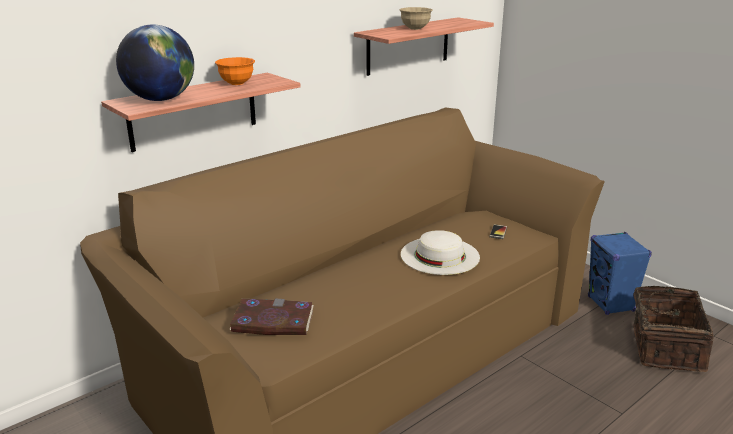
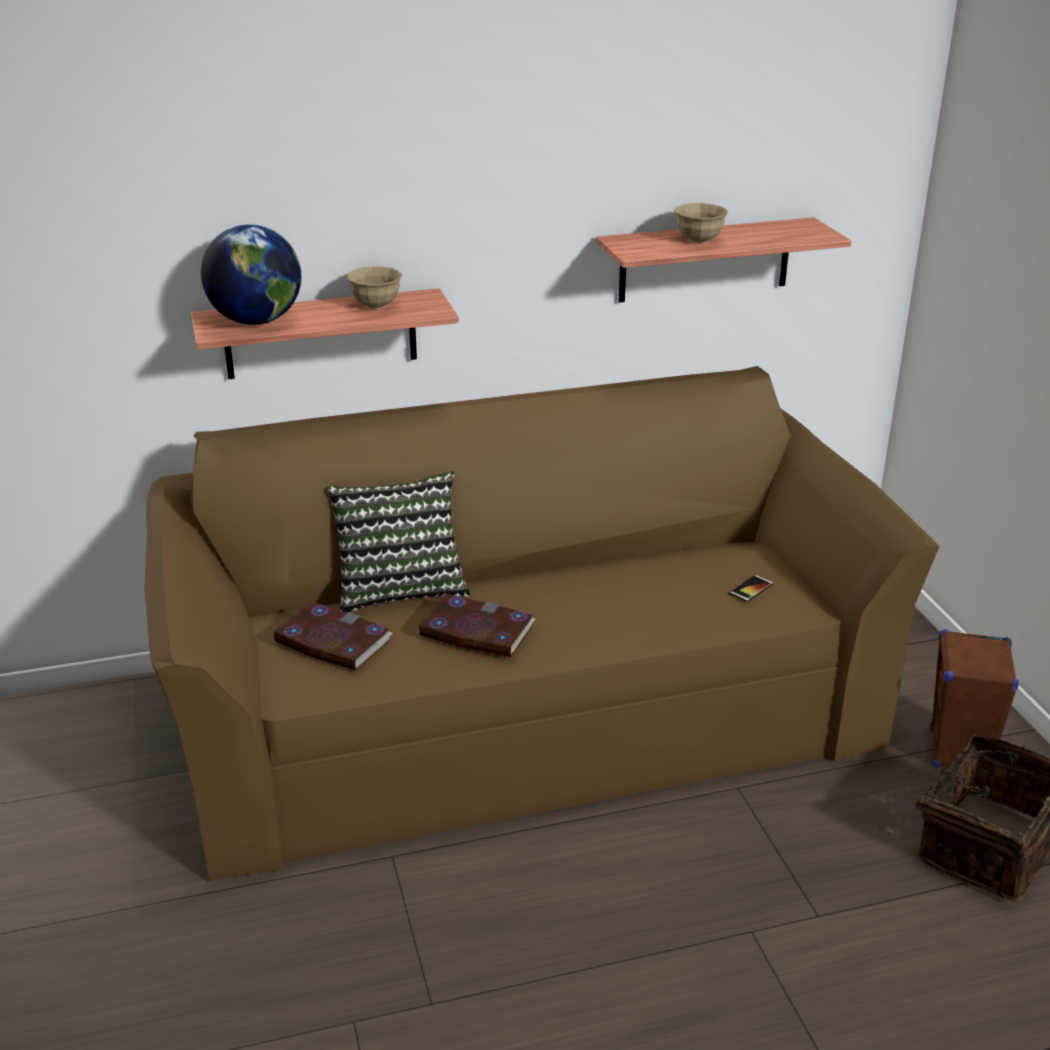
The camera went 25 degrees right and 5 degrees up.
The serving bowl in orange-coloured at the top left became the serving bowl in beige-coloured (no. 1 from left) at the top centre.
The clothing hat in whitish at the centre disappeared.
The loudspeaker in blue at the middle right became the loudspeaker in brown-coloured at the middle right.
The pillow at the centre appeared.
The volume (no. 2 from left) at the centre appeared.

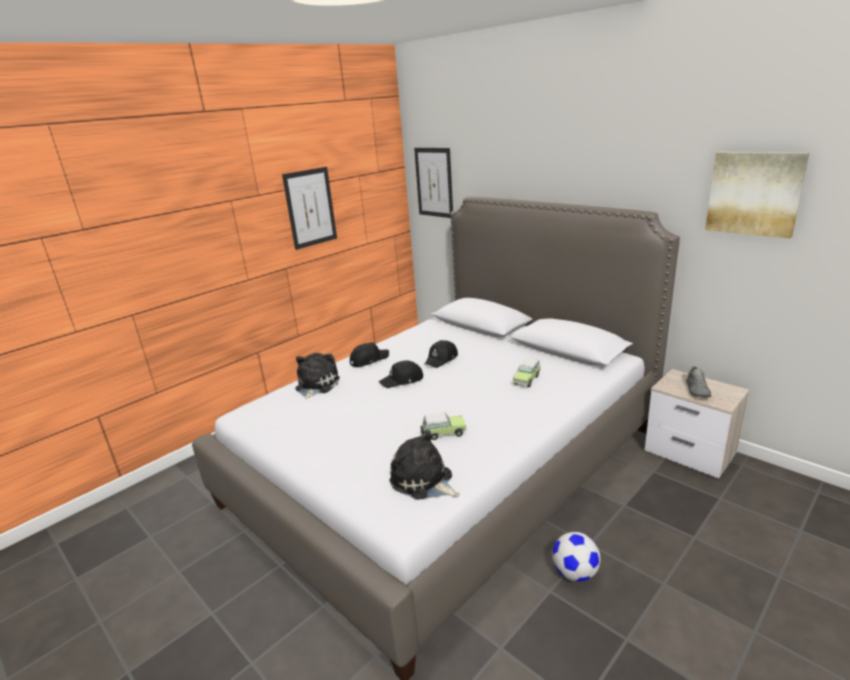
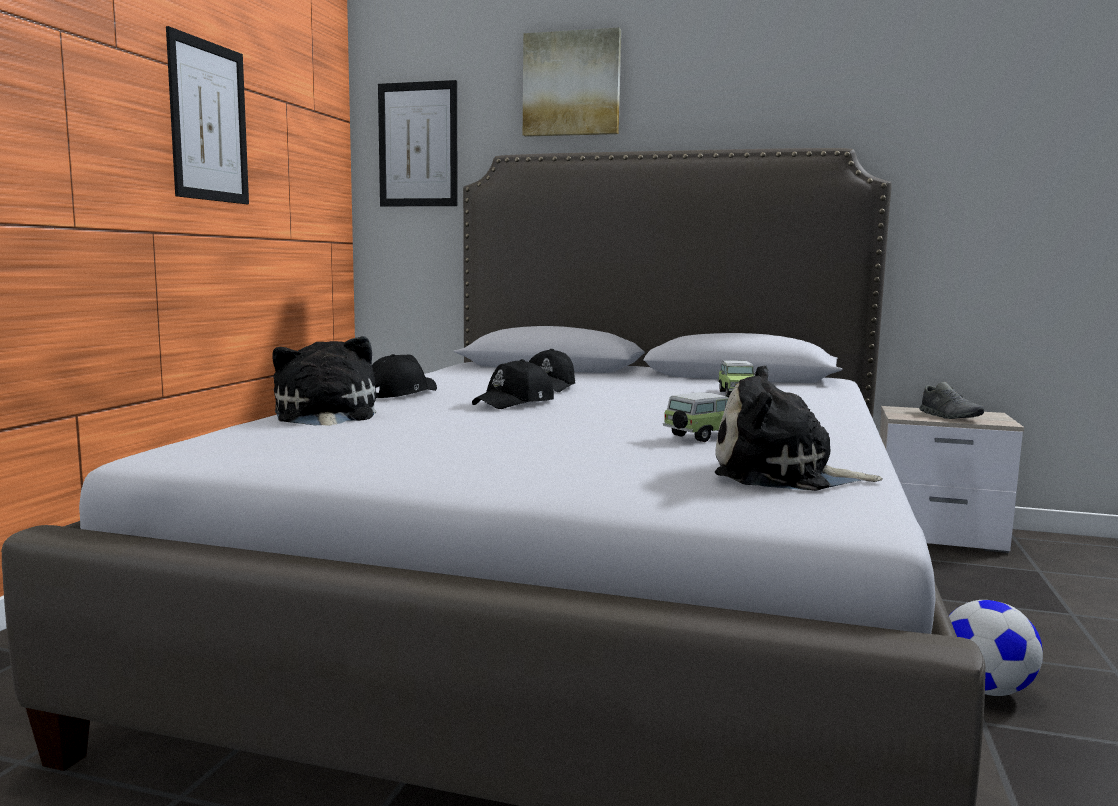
The camera went 30 degrees left and 15 degrees down.
The wall art (no. 3 from left) moved from the top right to the top centre.

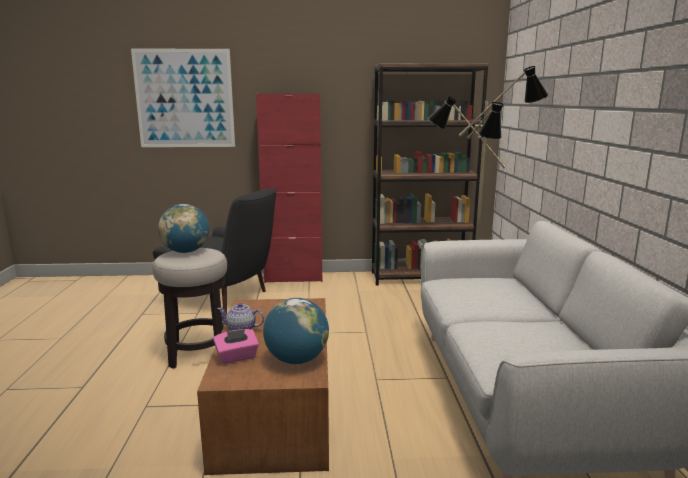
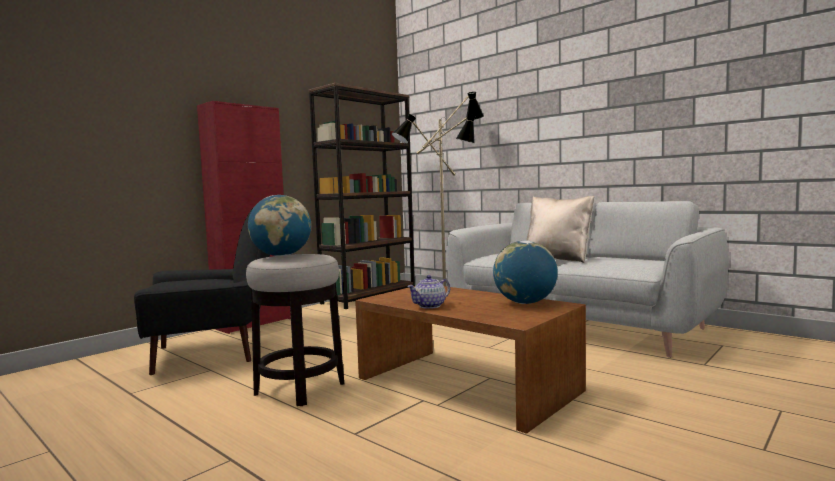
The camera went 45 degrees left and 10 degrees down.
The wall art at the top left disappeared.
The tissue box in pink-coloured at the bottom centre disappeared.
The pillow in beige-coloured at the middle right appeared.

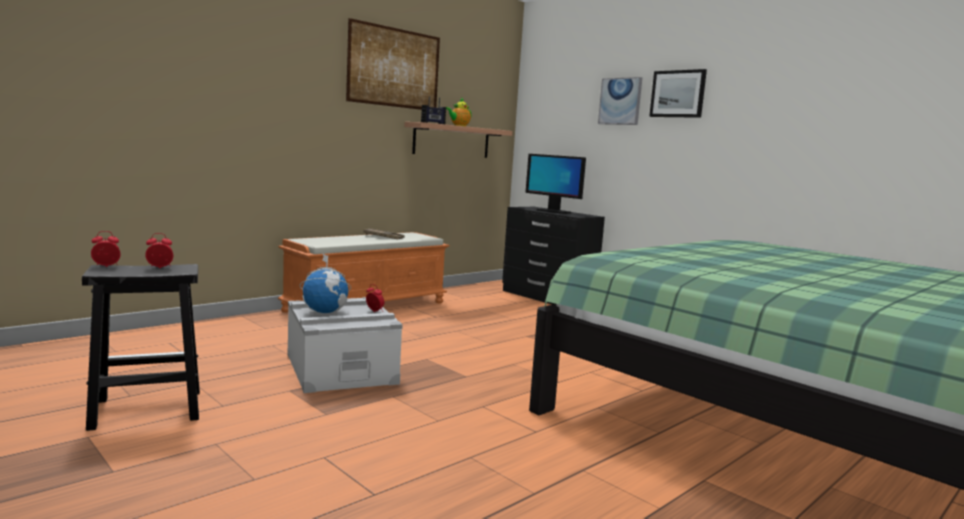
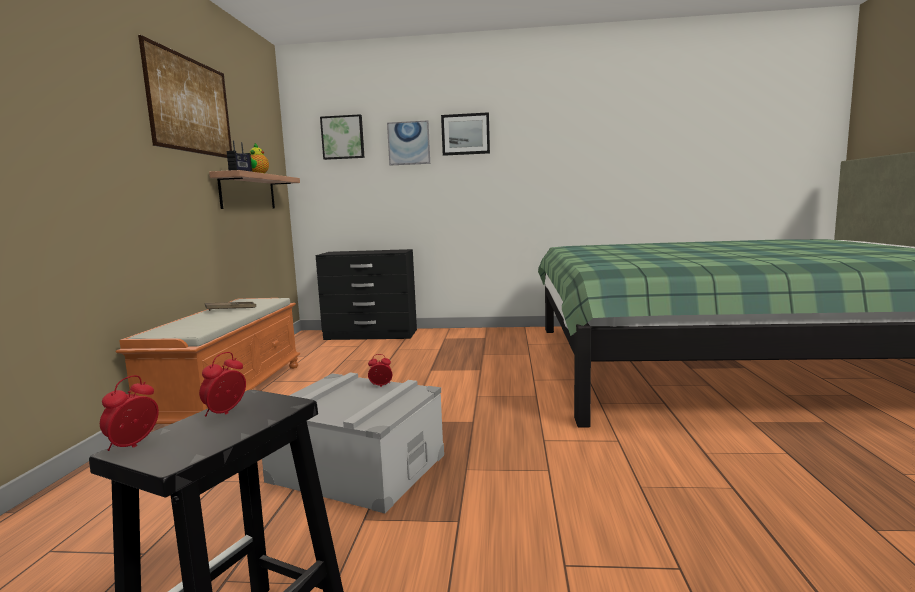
The camera went 40 degrees left and 0 degrees up.
The world globe at the centre disappeared.
The monitor at the centre disappeared.
The wall art (no. 2 from left) at the top centre appeared.

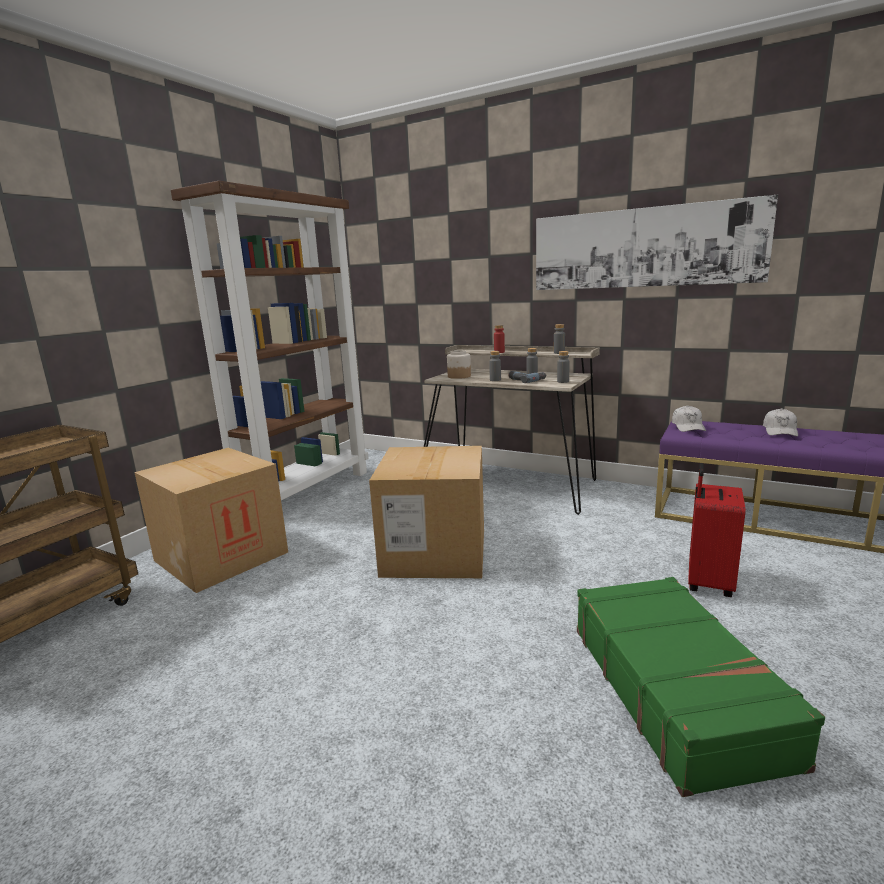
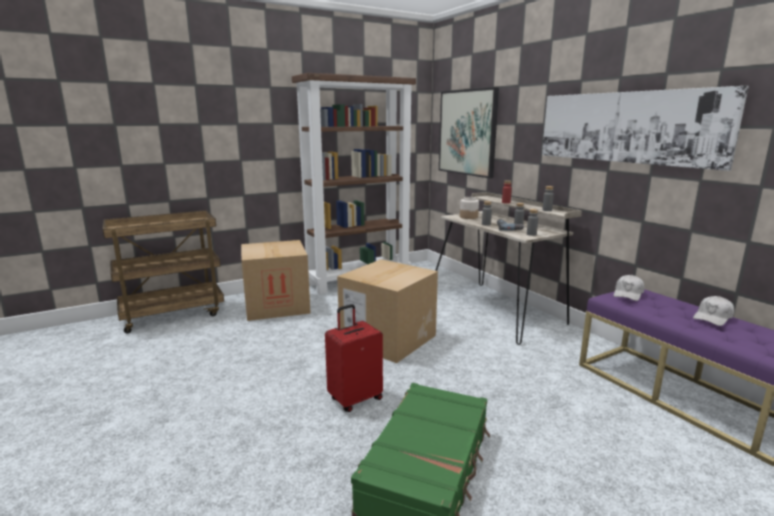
The camera went 30 degrees right and 0 degrees up.
The piece of luggage in red-coloured moved from the middle right to the bottom centre.
The wall art (no. 1 from left) at the top centre appeared.

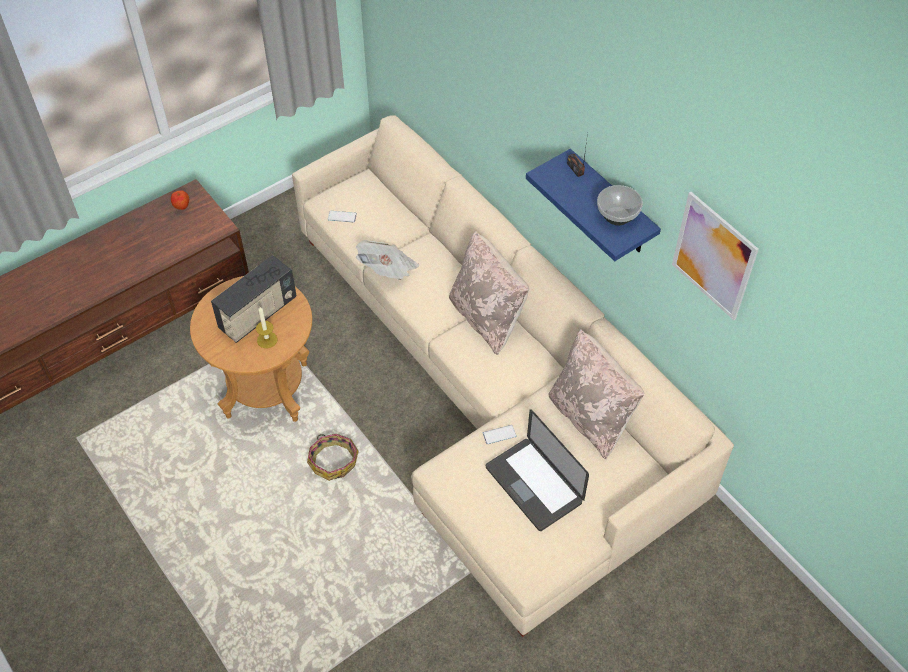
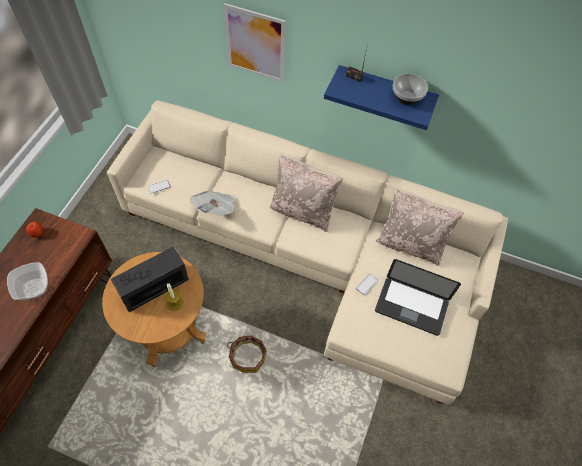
The camera went 35 degrees left and 5 degrees up.
The radio (no. 1 from left) at the middle left turned 135 degrees counterclockwise.
The wall art moved from the middle right to the top centre.
The serving bowl (no. 1 from left) at the middle left appeared.

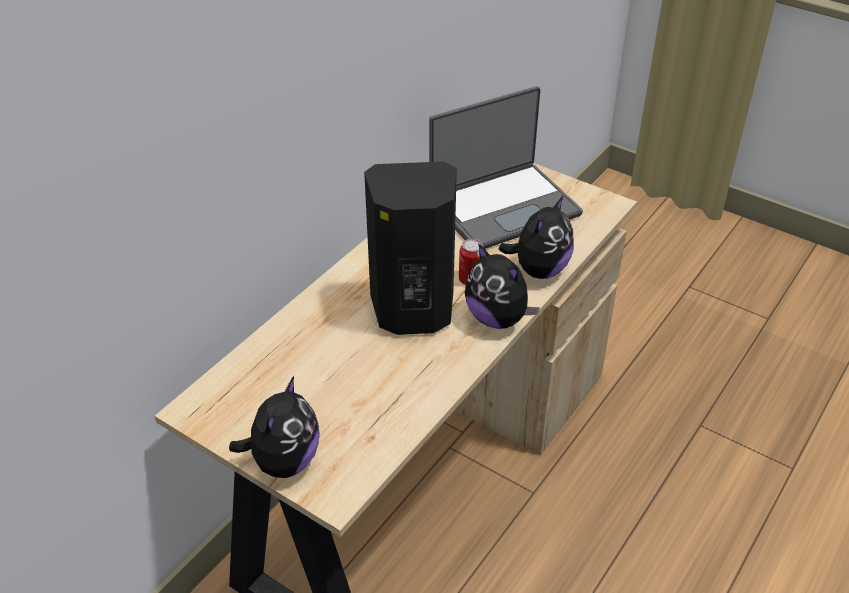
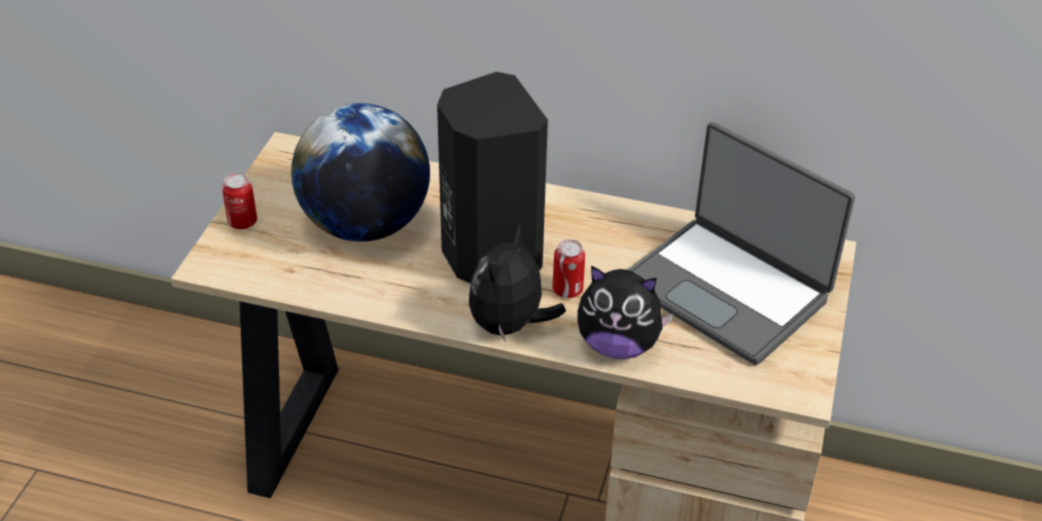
The camera went 70 degrees right and 0 degrees up.
The cuddly toy (no. 1 from left) at the bottom left was replaced by the can (no. 1 from left) at the middle left.
The world globe at the top centre appeared.

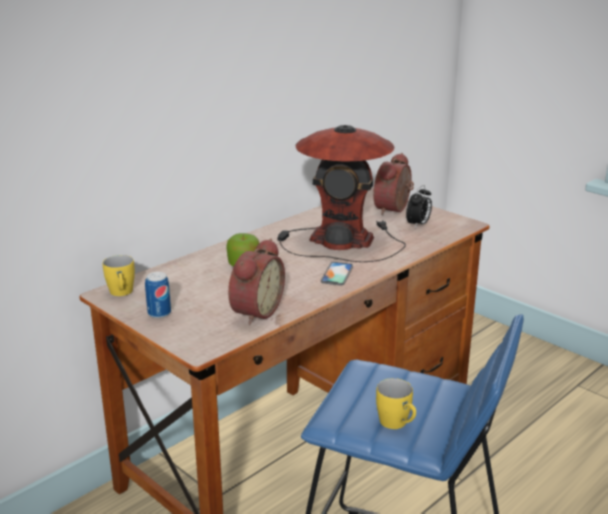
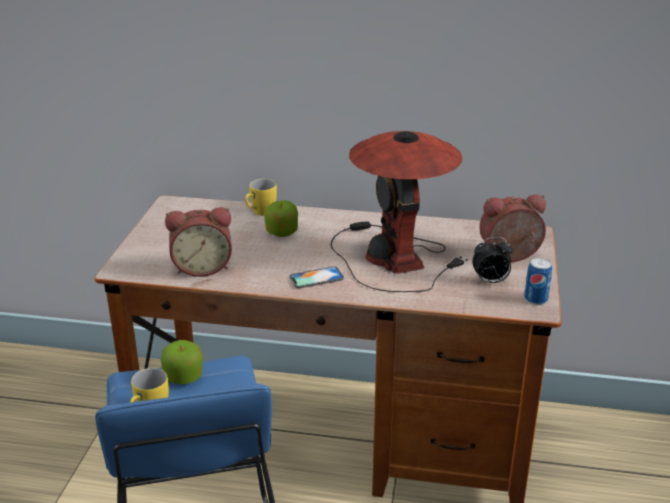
The camera went 55 degrees right and 5 degrees up.
The tea mug in yellow-coloured (no. 1 from left in the first image) moved from the middle left to the centre.
The can moved from the middle left to the middle right.
The apple (no. 1 from left) at the bottom left appeared.

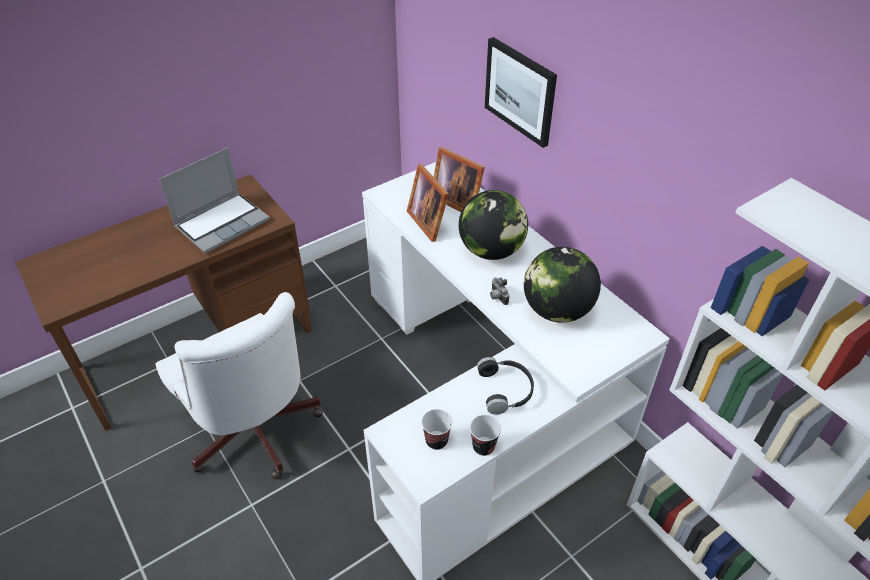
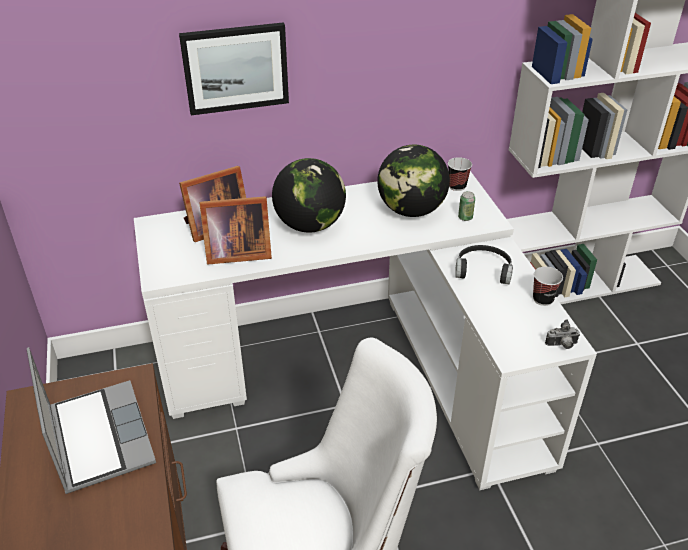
The camera went 70 degrees left and 5 degrees down.
The small cup (no. 1 from left) moved from the bottom centre to the top right.
The photo camera moved from the centre to the middle right.
The can at the middle right appeared.

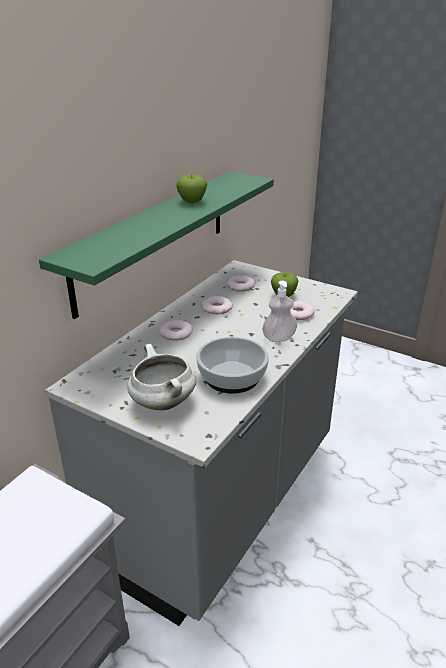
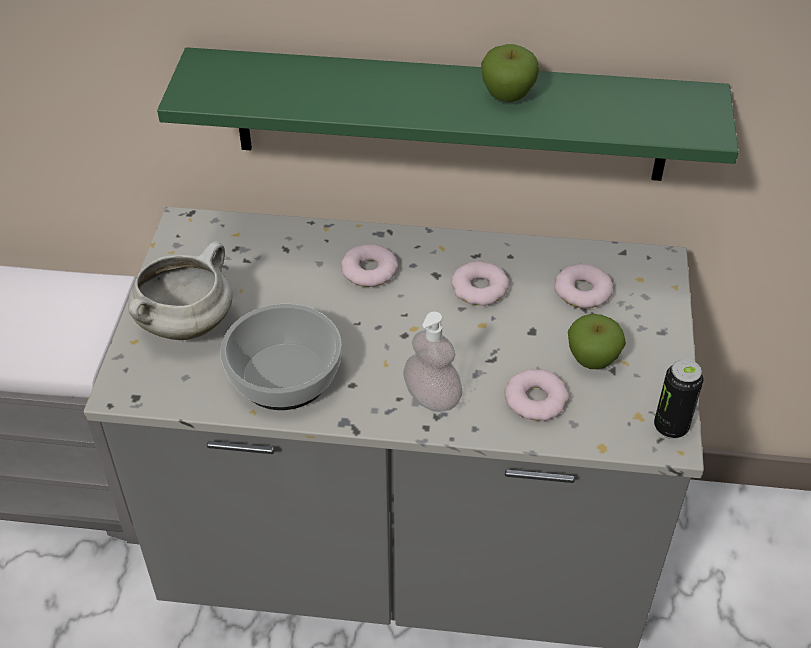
The camera went 65 degrees right and 15 degrees up.
The can at the middle right appeared.

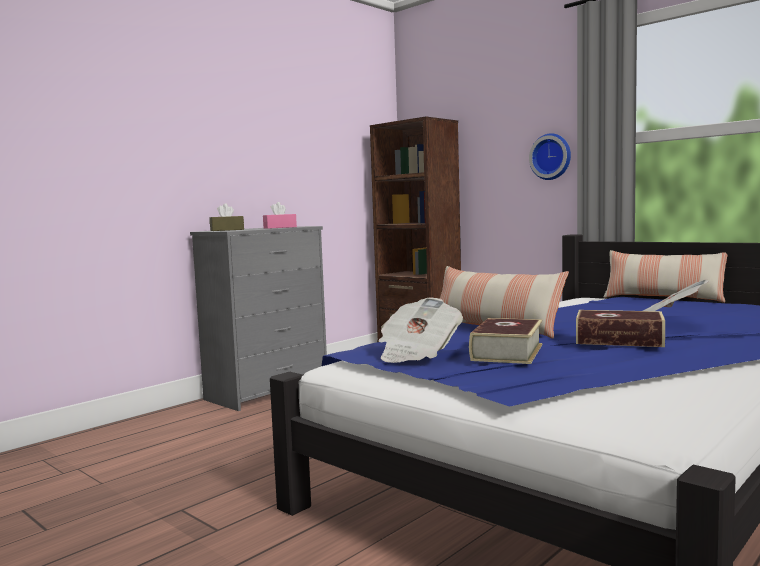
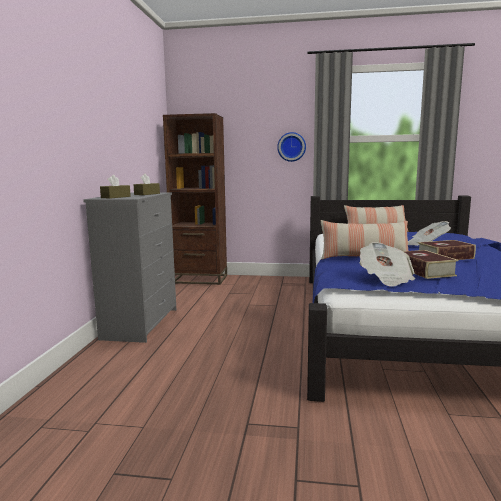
The camera went 35 degrees left and 5 degrees up.
The tissue box in pink-coloured at the centre became the tissue box in brown-coloured (no. 2 from left) at the middle left.

